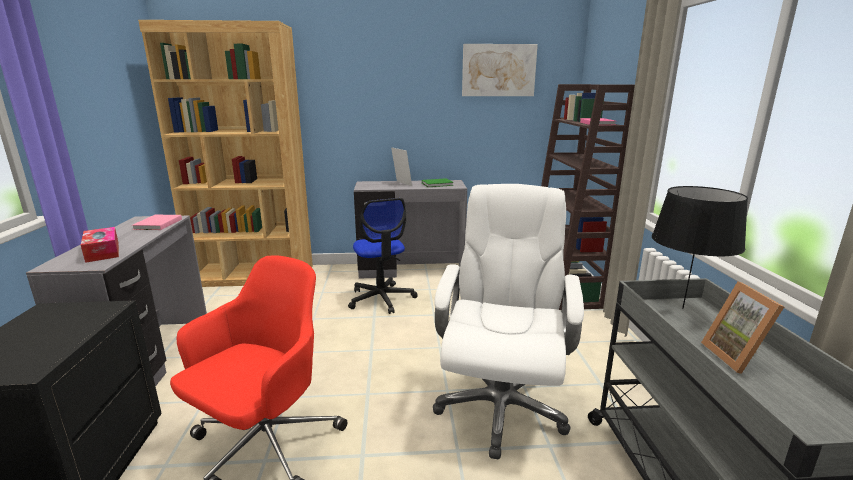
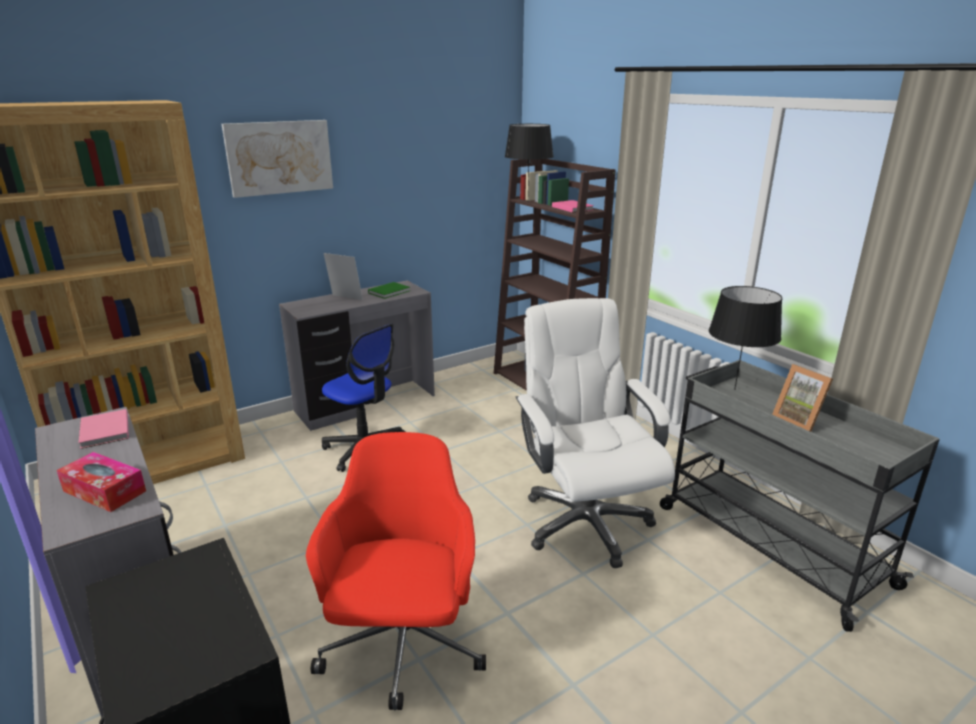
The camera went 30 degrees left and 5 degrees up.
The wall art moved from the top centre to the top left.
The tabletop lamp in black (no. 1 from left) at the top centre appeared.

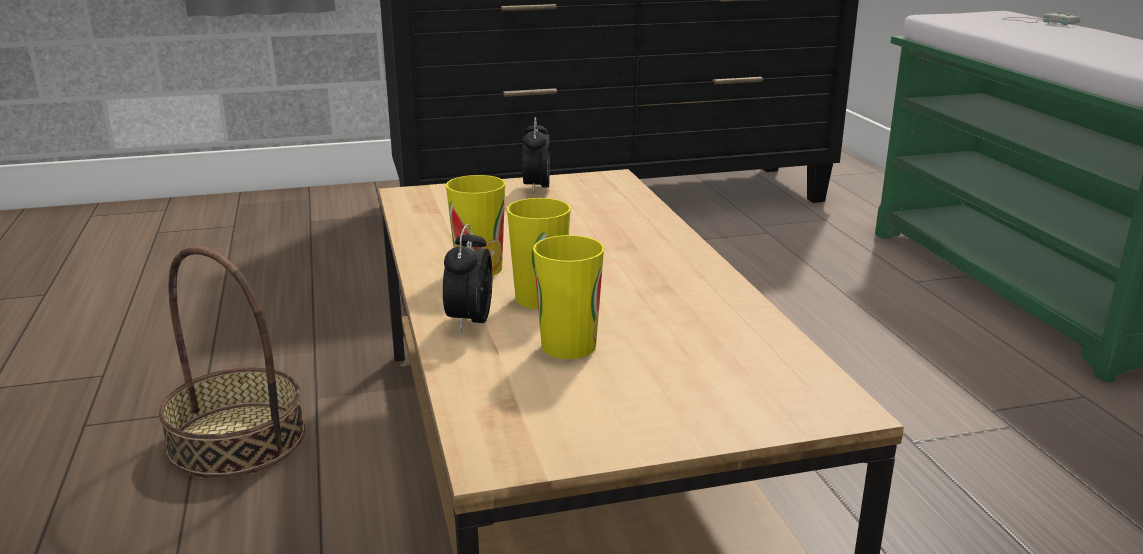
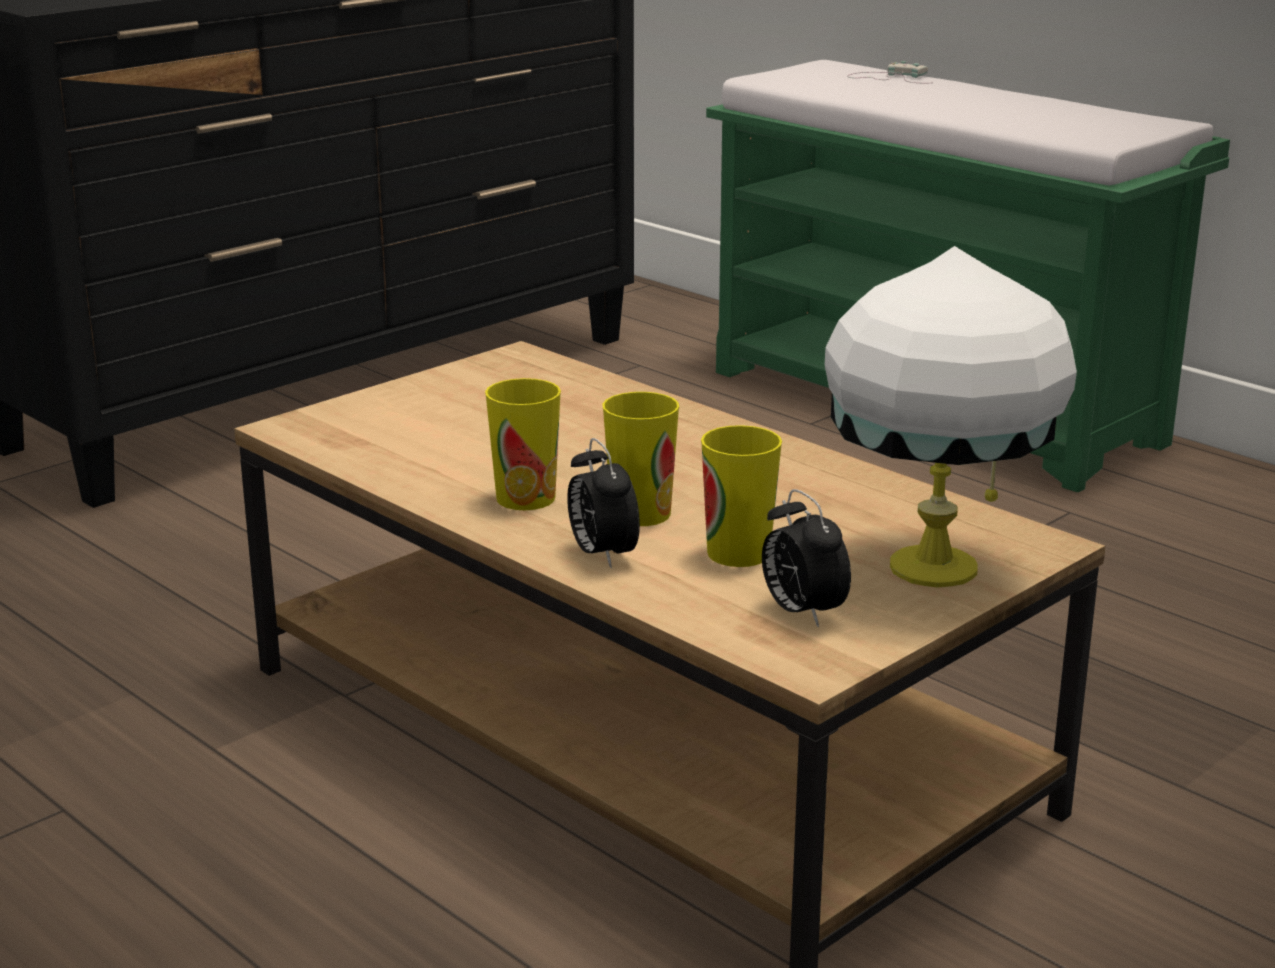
The camera went 30 degrees left and 0 degrees up.
The household basket at the middle left disappeared.
The bedside clock (no. 2 from left) moved from the top centre to the centre.
The tabletop lamp in whitish at the middle right appeared.

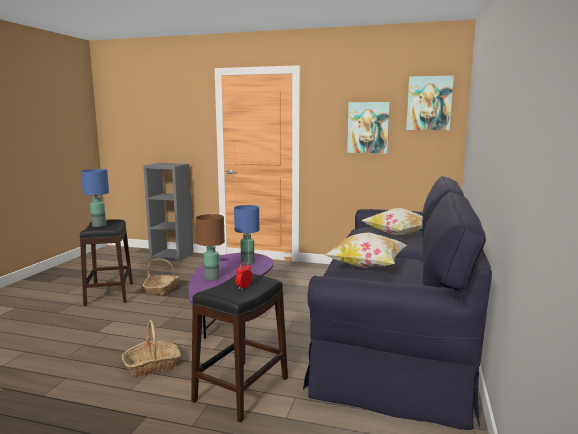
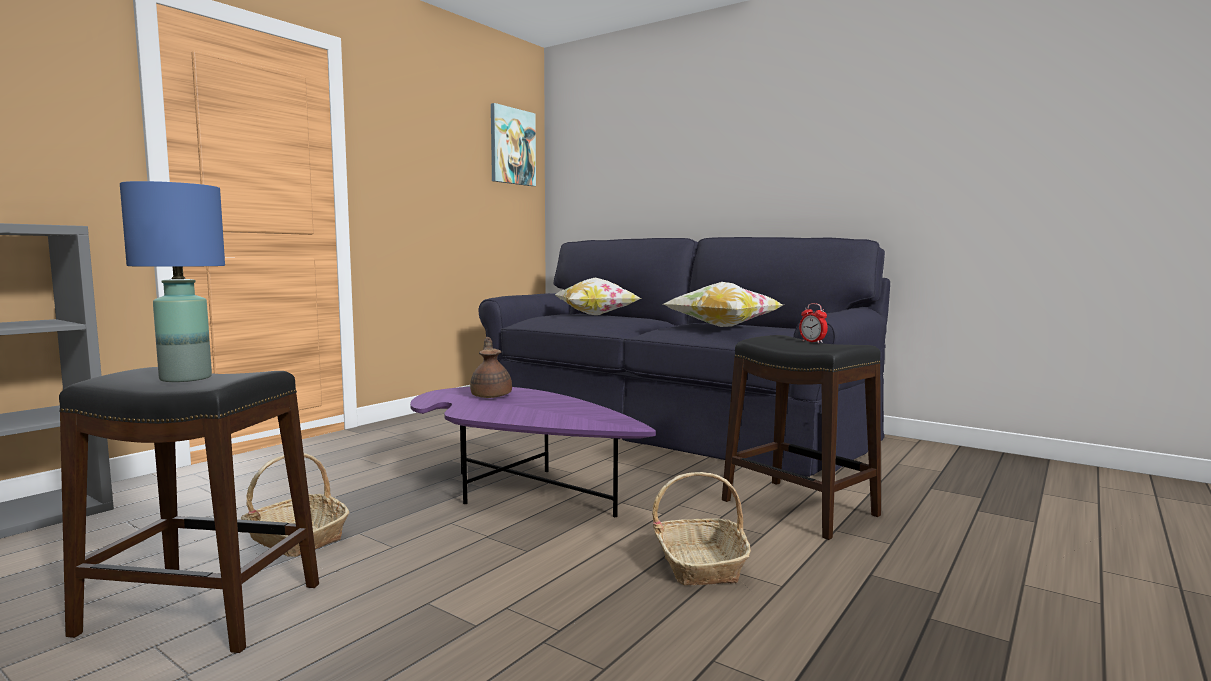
The camera went 70 degrees left and 5 degrees down.
The tabletop lamp in brown-coloured at the centre disappeared.
The tabletop lamp in blue (no. 2 from left) at the centre was replaced by the tea pot in brown-coloured at the centre.
The wall art (no. 1 from left) at the top centre disappeared.

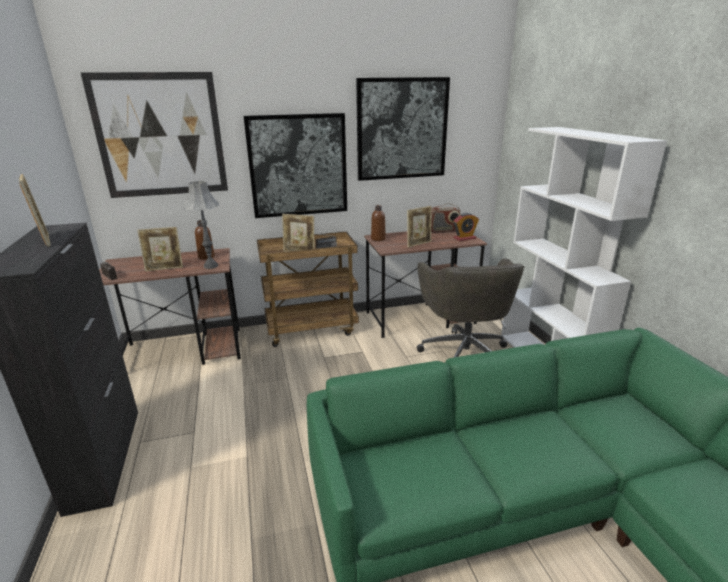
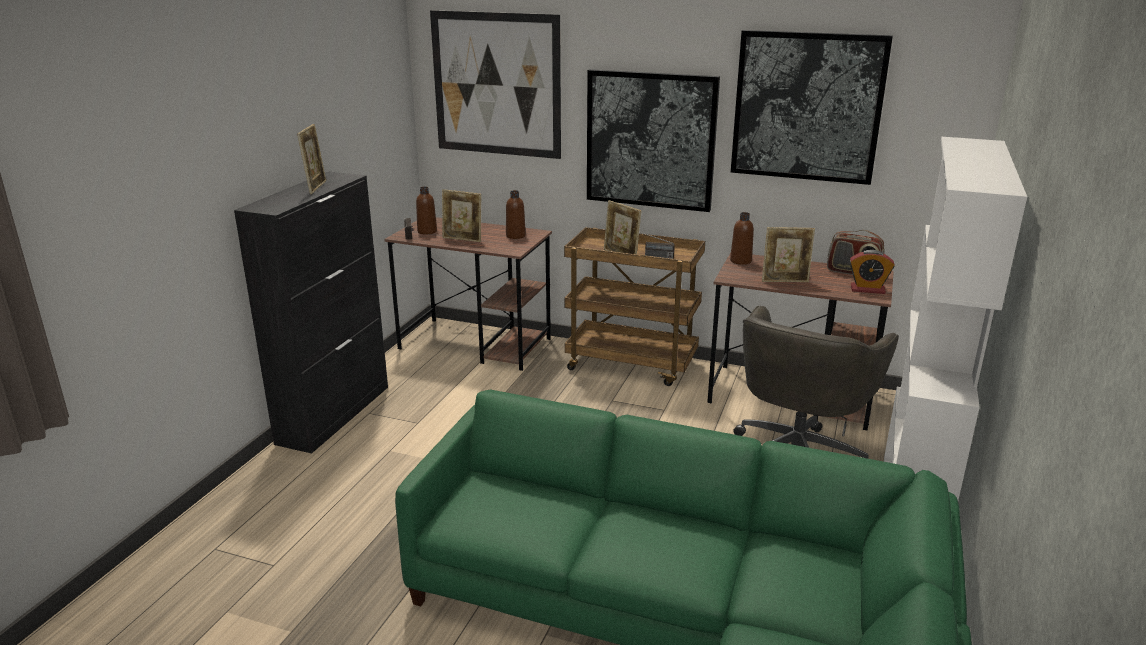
The camera went 35 degrees right and 0 degrees up.
The tabletop lamp in grey at the middle left disappeared.
The drink bottle in brown-coloured (no. 1 from left) at the top centre appeared.

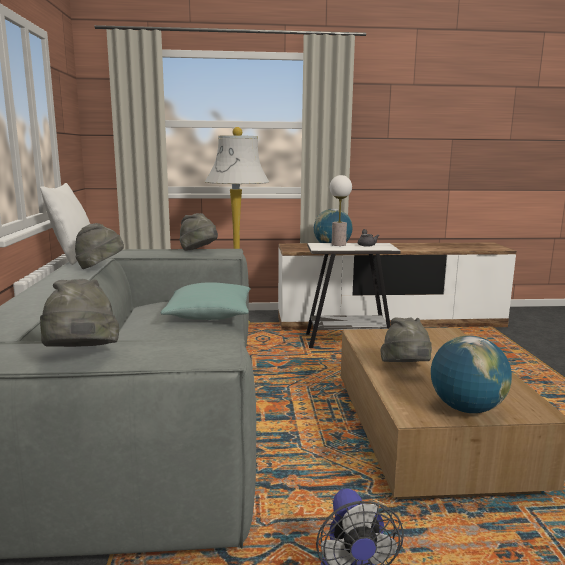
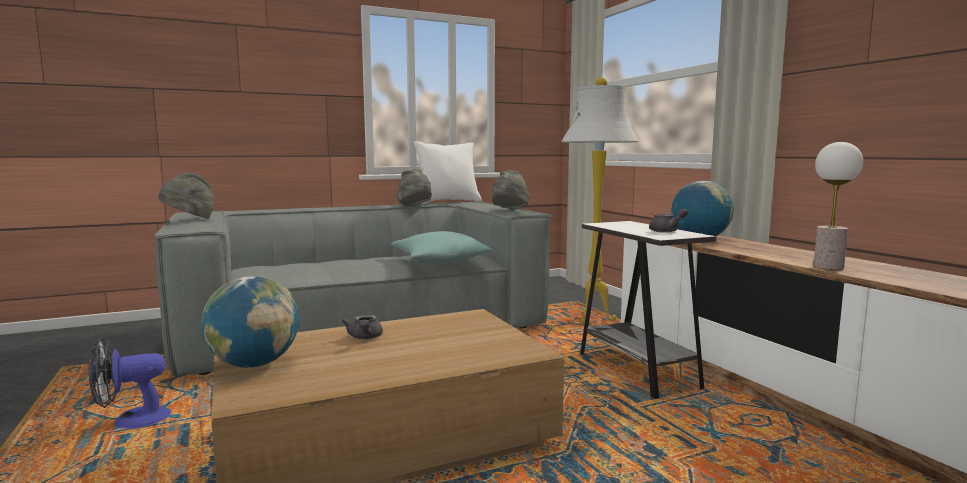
The camera went 70 degrees right and 5 degrees down.
The tabletop lamp moved from the centre to the middle right.
The clothing hat in grey (no. 4 from left) at the middle right was replaced by the tea pot in grey (no. 1 from left) at the bottom centre.

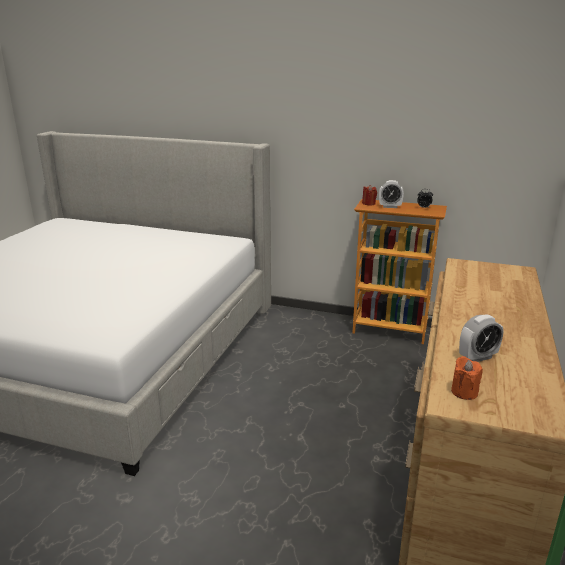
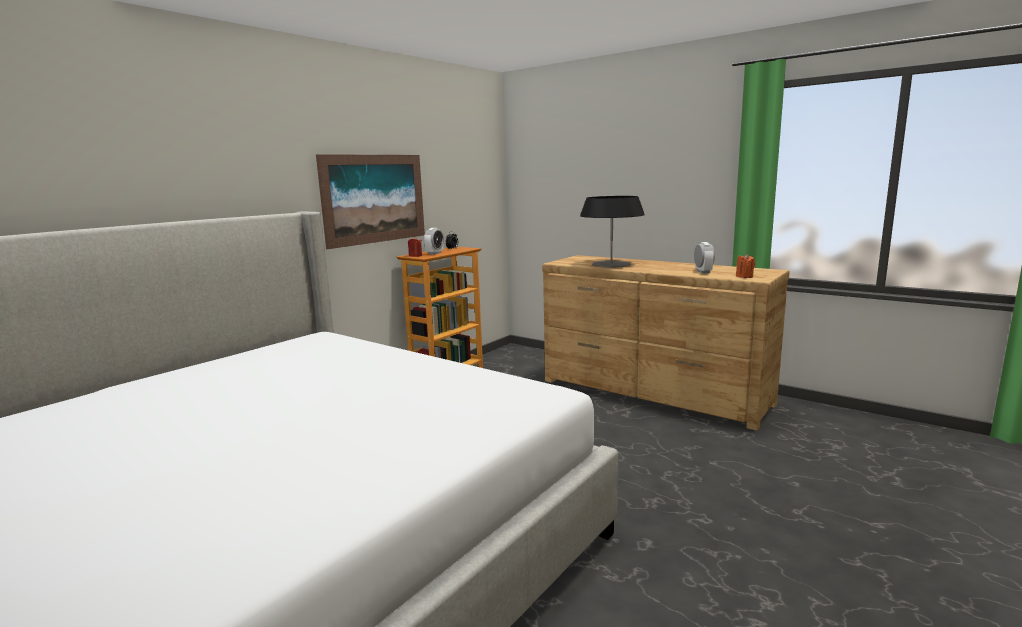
The camera went 70 degrees left and 10 degrees down.
The wall art at the top centre appeared.
The tabletop lamp at the centre appeared.

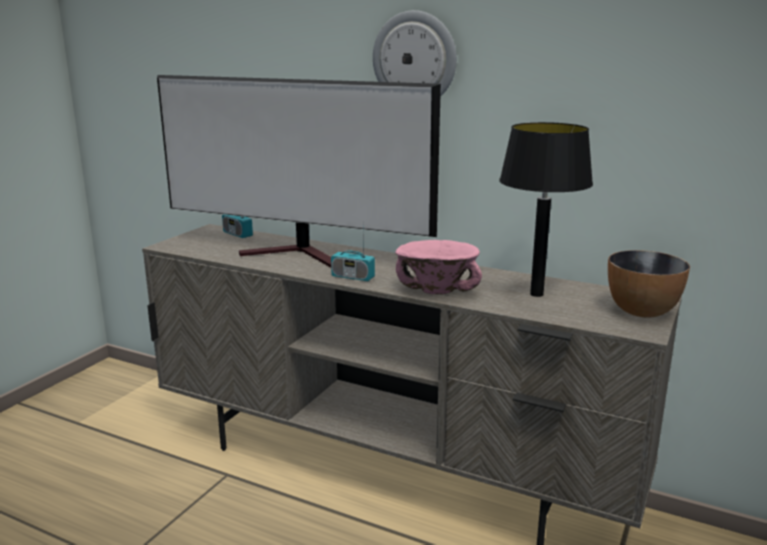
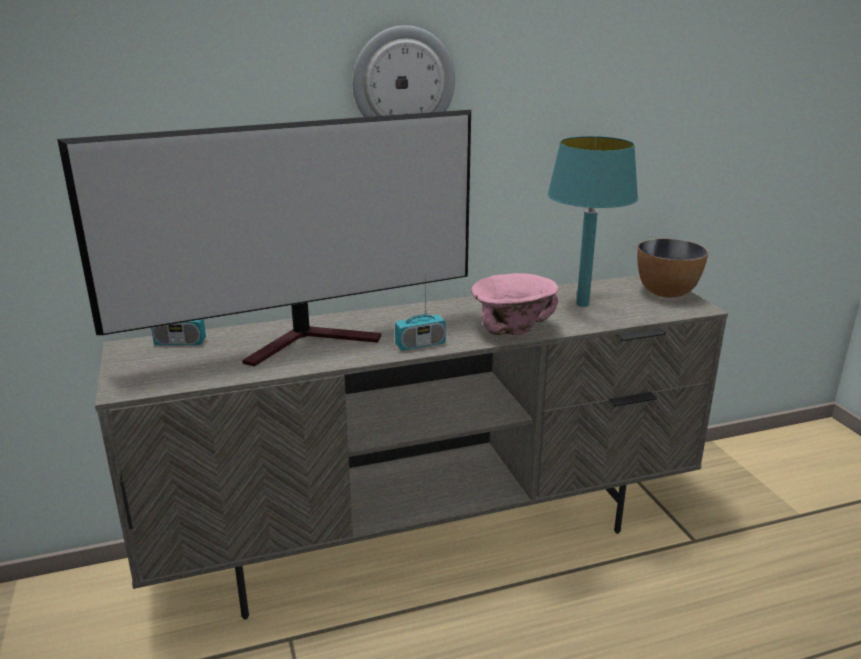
The camera went 45 degrees left and 5 degrees up.
The tabletop lamp in black at the middle right became the tabletop lamp in turquoise-coloured at the middle right.

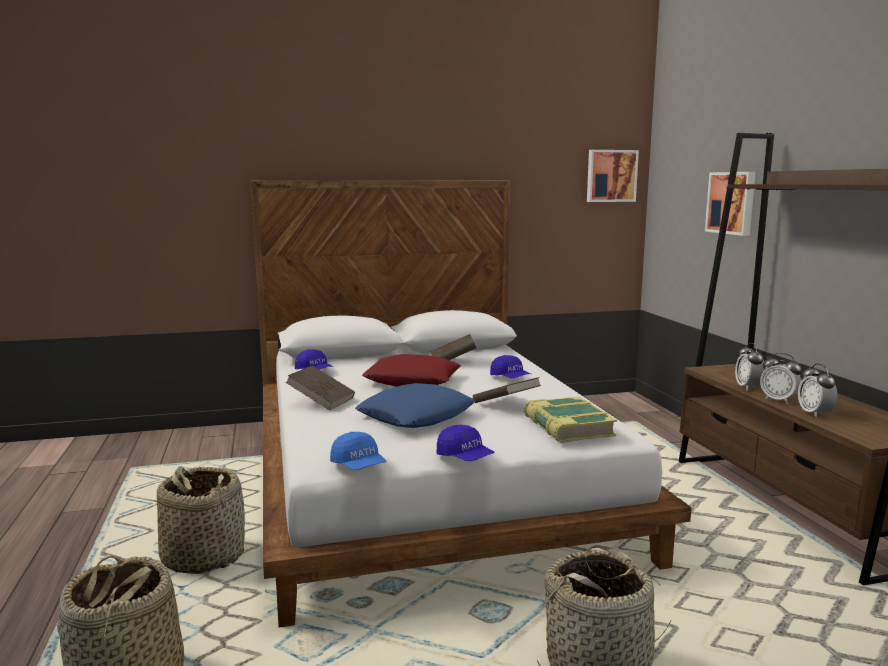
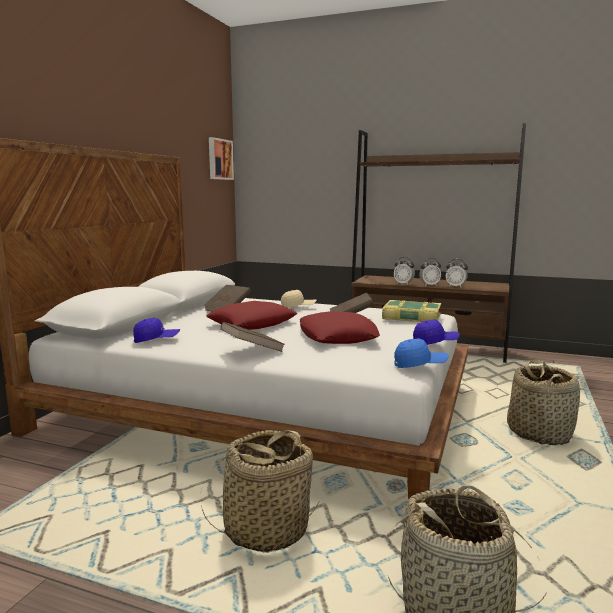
The camera went 55 degrees left and 0 degrees up.
The pillow in blue at the centre became the pillow in red-coloured (no. 2 from left) at the centre.
The baseball cap in blue (no. 4 from left) at the centre became the baseball cap in beige-coloured at the centre.
The wall art (no. 2 from left) at the top right disappeared.

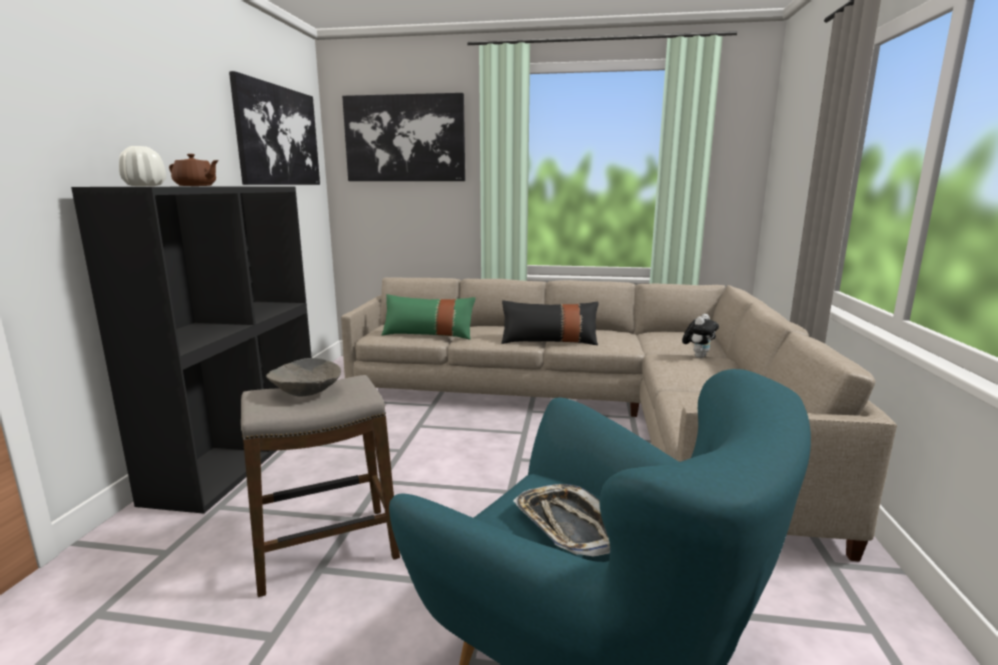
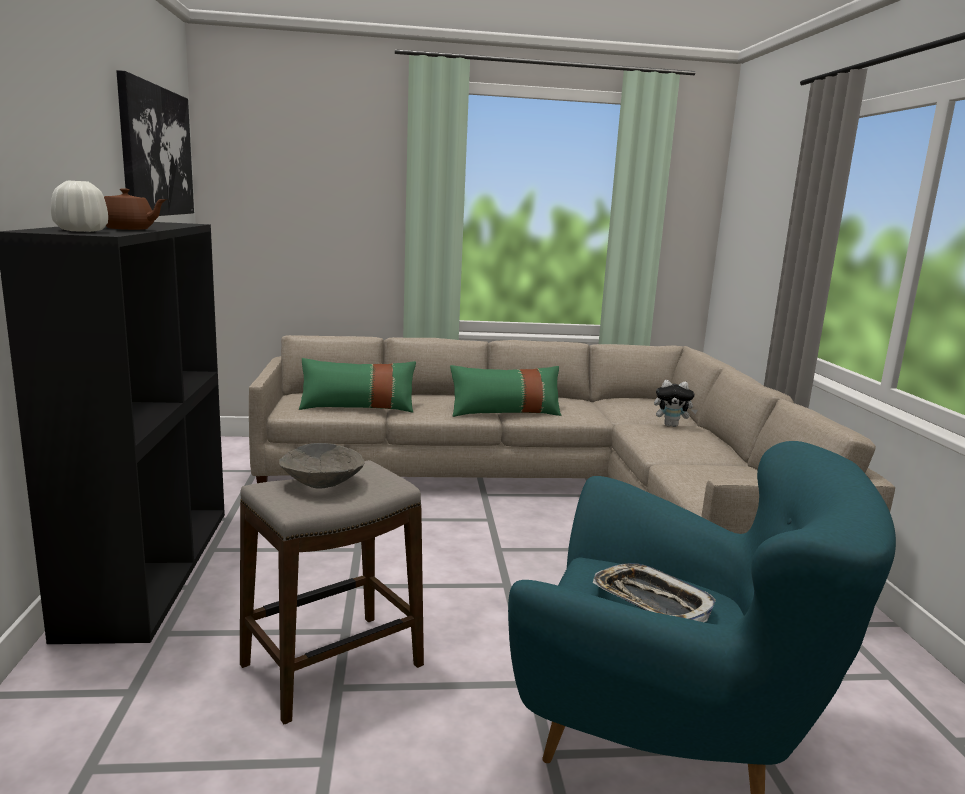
The camera went 15 degrees left and 0 degrees up.
The wall art (no. 2 from left) at the top centre disappeared.
The pillow in black at the centre became the pillow in green (no. 2 from left) at the centre.
The cuddly toy at the middle right turned 75 degrees clockwise.

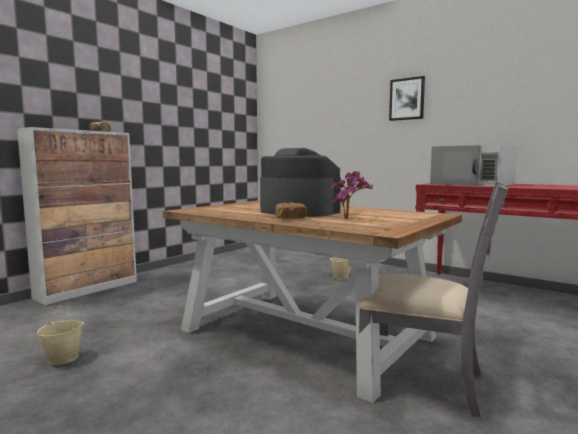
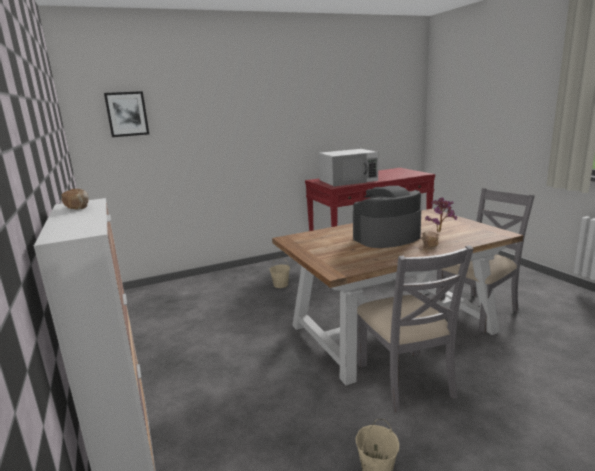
The camera went 60 degrees left and 10 degrees up.
The wall art moved from the top right to the top left.
The upright chair in grey (no. 1 from left) at the bottom right appeared.

